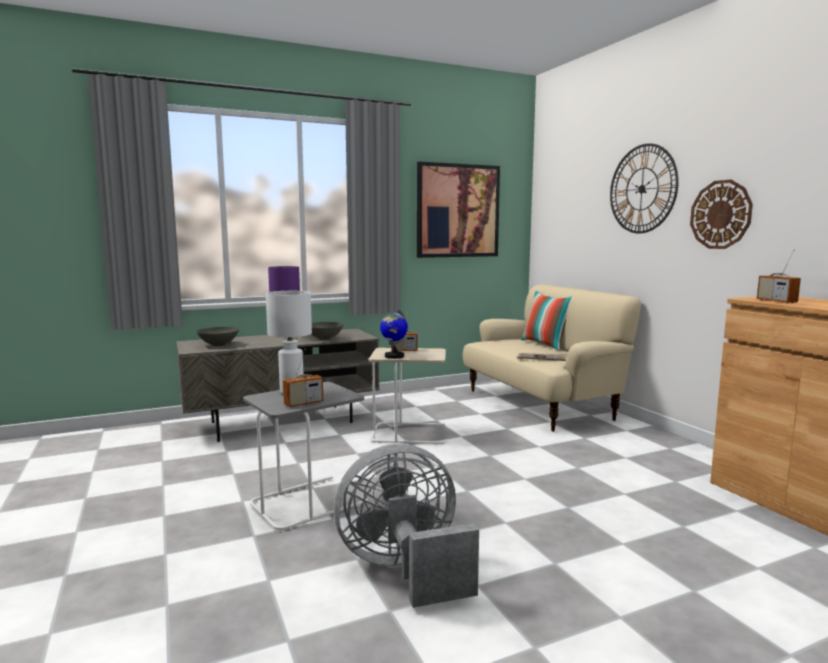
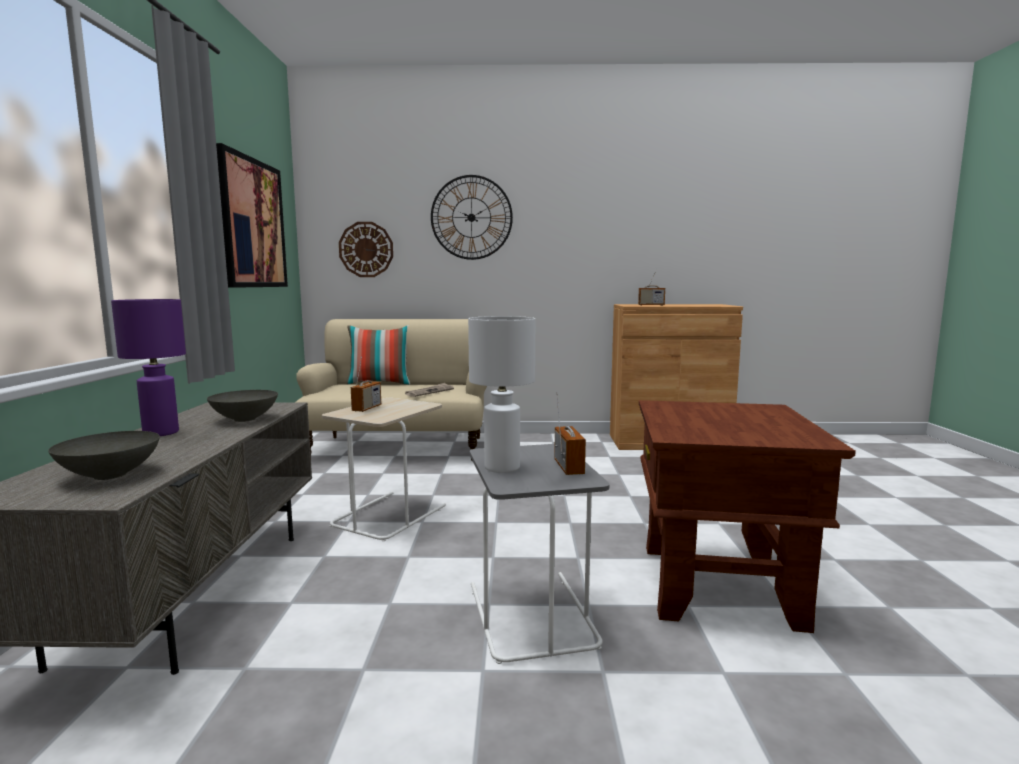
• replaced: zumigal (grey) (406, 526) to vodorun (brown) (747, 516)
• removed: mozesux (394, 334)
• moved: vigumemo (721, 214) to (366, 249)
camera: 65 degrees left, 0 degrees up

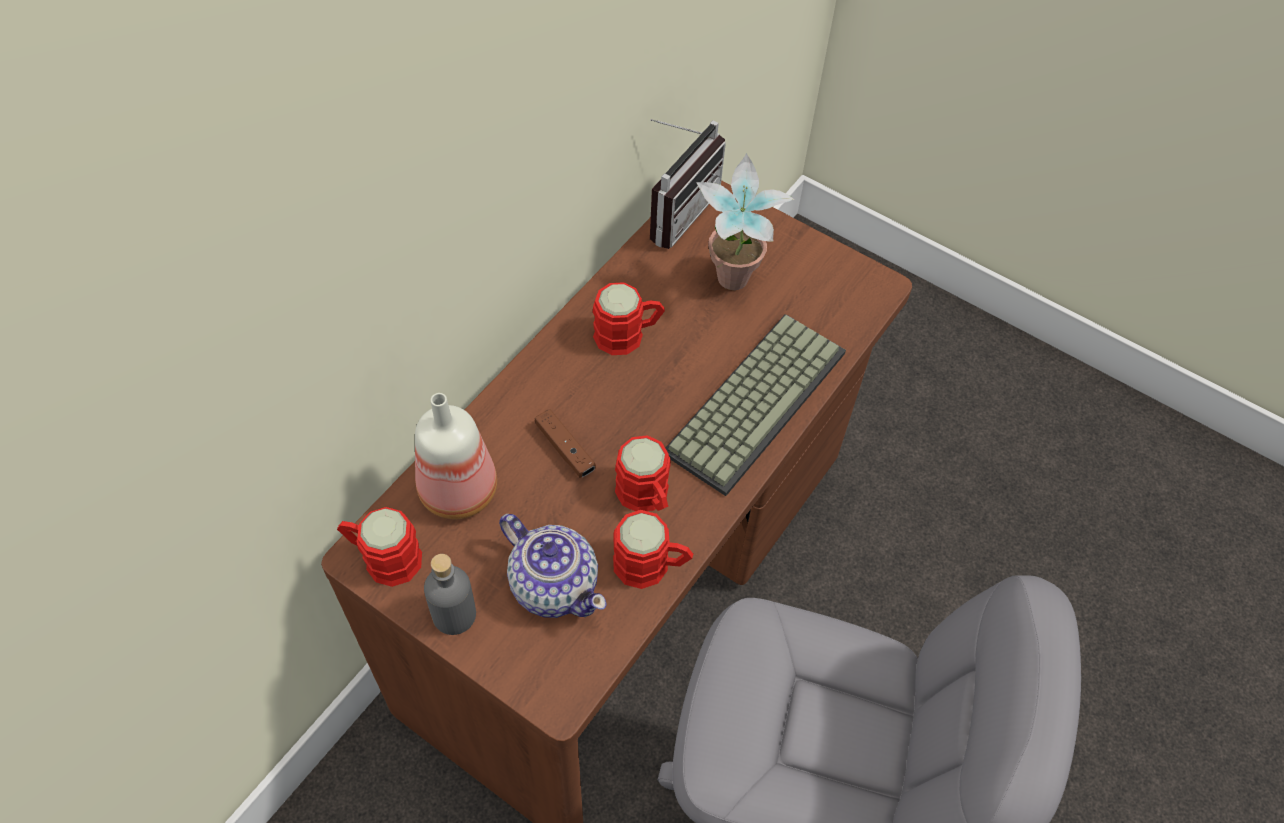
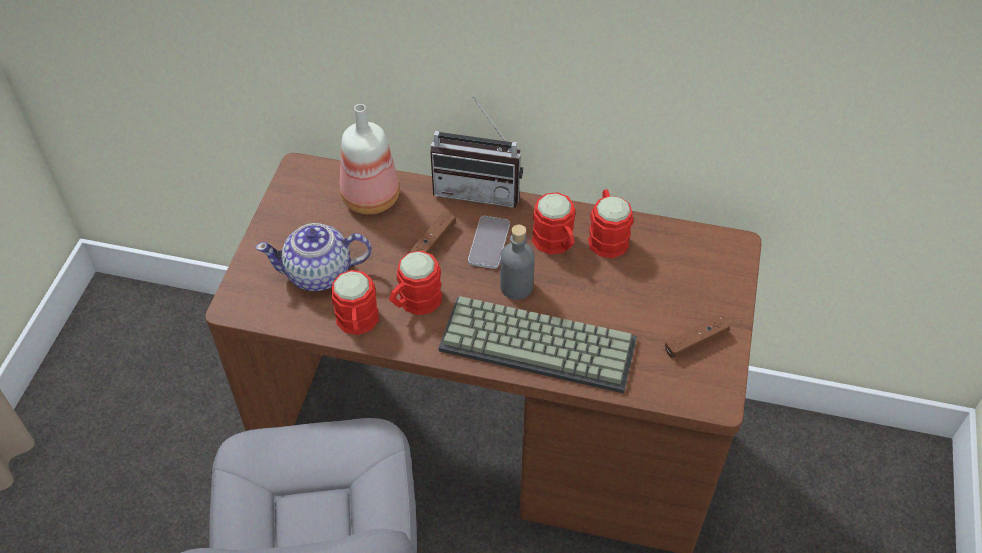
• moved: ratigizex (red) (379, 547) to (610, 223)
• moved: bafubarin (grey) (450, 594) to (517, 262)
• turned: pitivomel (553, 566) = (313, 257) 60 degrees clockwise
• moved: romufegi (688, 184) to (476, 152)
• removed: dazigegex (745, 221)
• added: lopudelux (489, 242)
• added: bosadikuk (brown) (697, 337)
camera: 70 degrees right, 5 degrees down

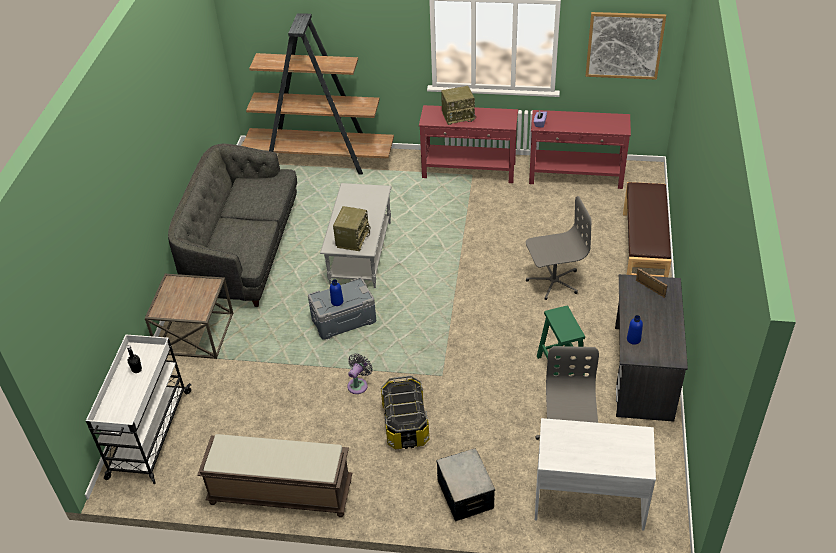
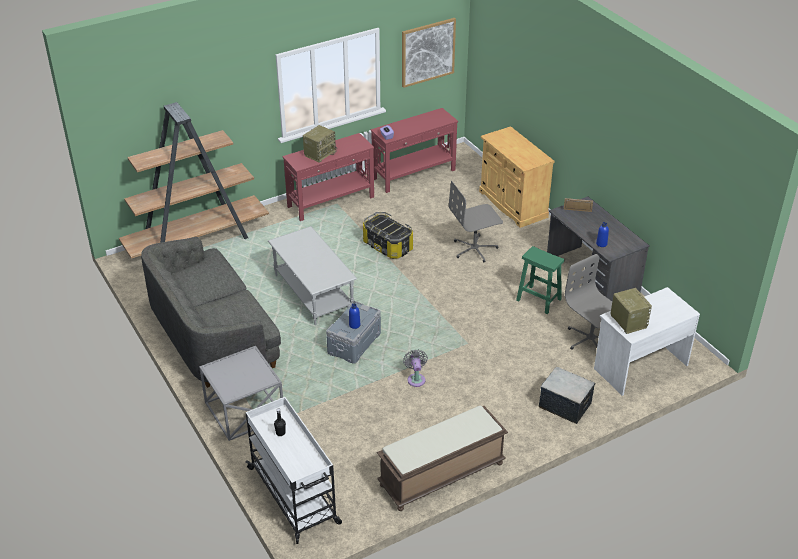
• recoloured: vodorun (brown) (189, 316) to vodorun (grey) (241, 393)
• moved: romufegi (351, 228) to (631, 311)
• moved: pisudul (405, 412) to (388, 235)
• turned: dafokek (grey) (559, 248) = (476, 221) 150 degrees counterclockwise
• replaced: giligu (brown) (647, 229) to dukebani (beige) (517, 177)
camera: 40 degrees left, 5 degrees down

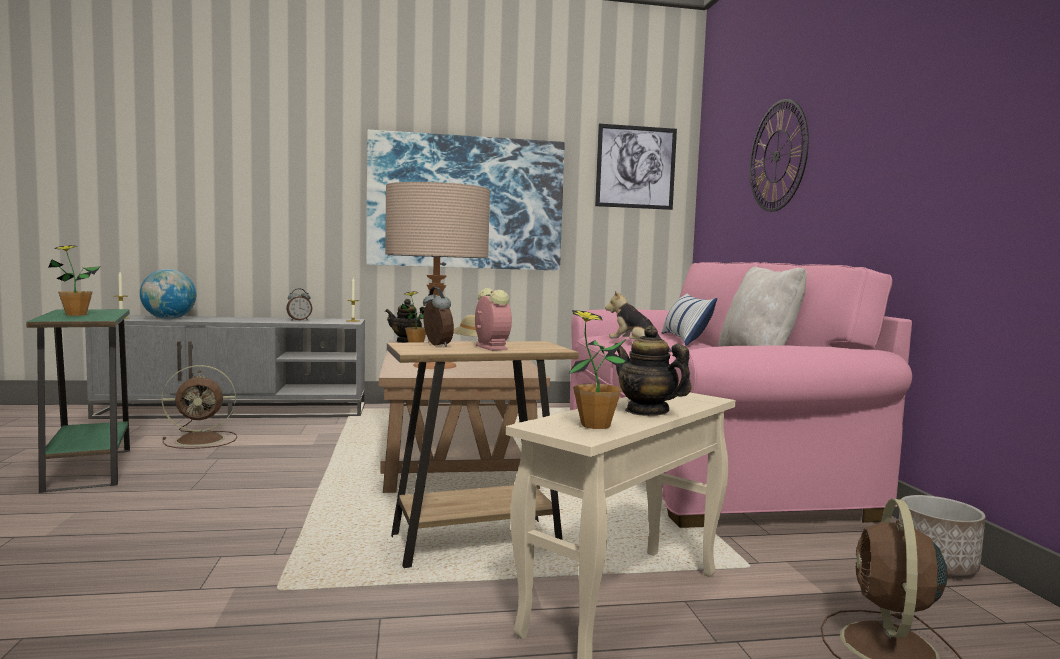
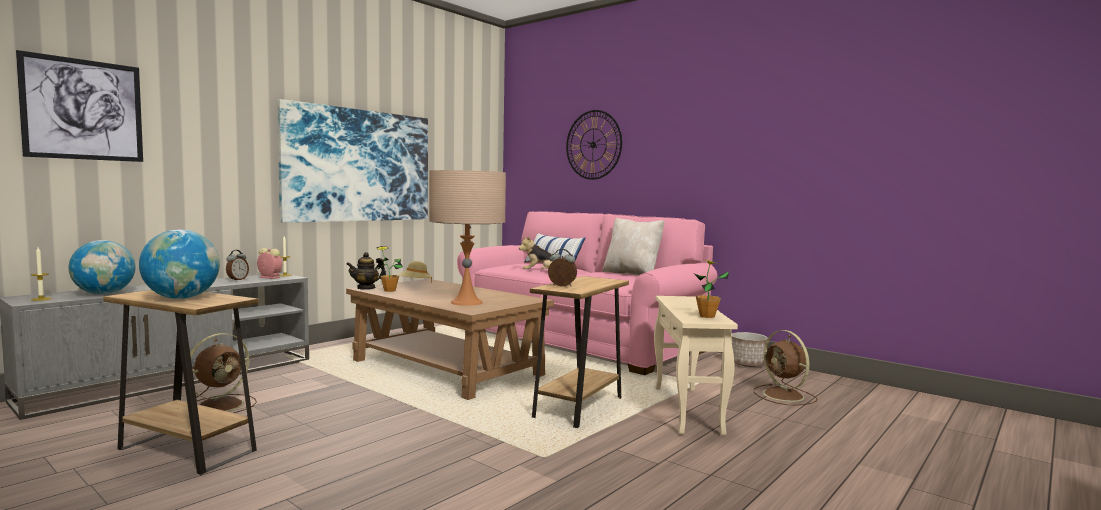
• recoloured: vodorun (green) (78, 401) to vodorun (brown) (181, 382)
• replaced: dazigegex (74, 280) to mozesux (179, 264)
• moved: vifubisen (493, 319) to (269, 263)
• moved: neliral (636, 167) to (79, 106)
• removed: pitivomel (653, 371)
camera: 40 degrees left, 0 degrees up

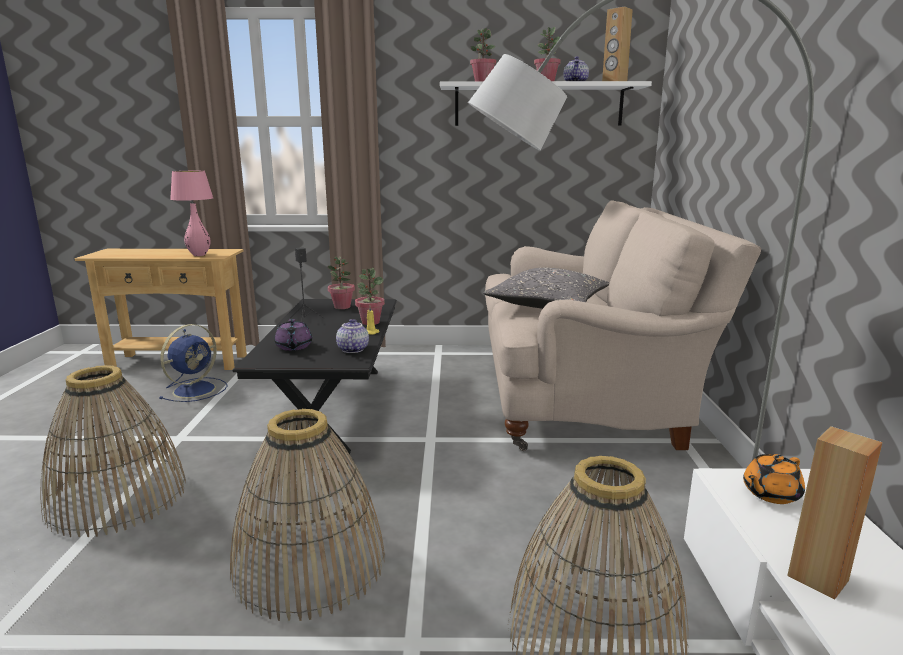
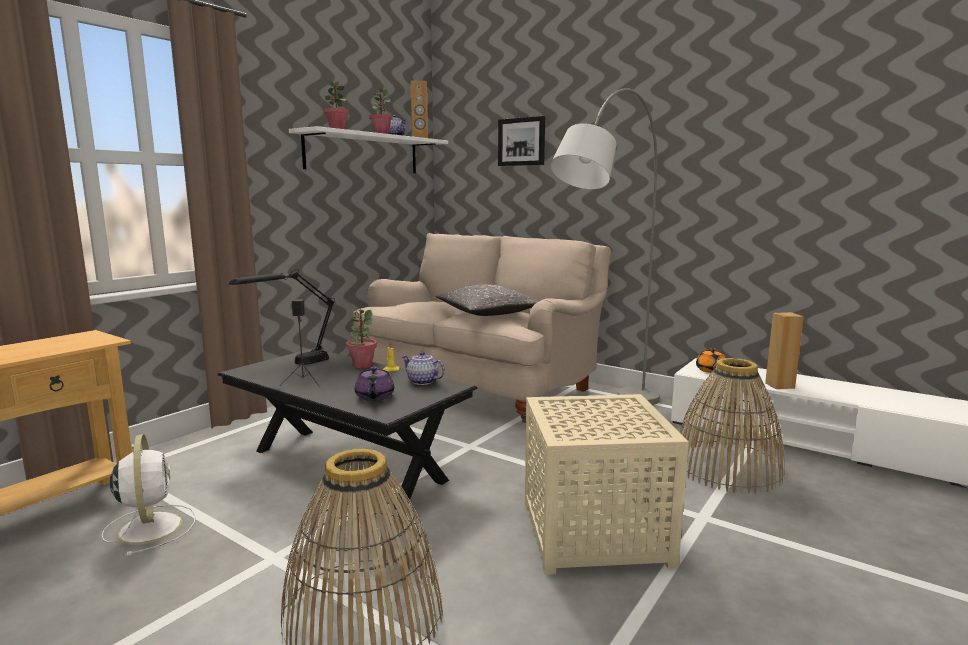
• recoloured: zumigal (blue) (193, 363) to zumigal (white) (148, 495)
• removed: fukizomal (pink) (191, 213)
• replaced: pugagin (307, 515) to vodorun (beige) (607, 484)
• turned: pitivomel (purple) (293, 335) = (374, 384) 60 degrees clockwise
• replaced: dazigegex (341, 282) to fukizomal (black) (282, 317)
• added: neliral (521, 141)
camera: 55 degrees left, 5 degrees down

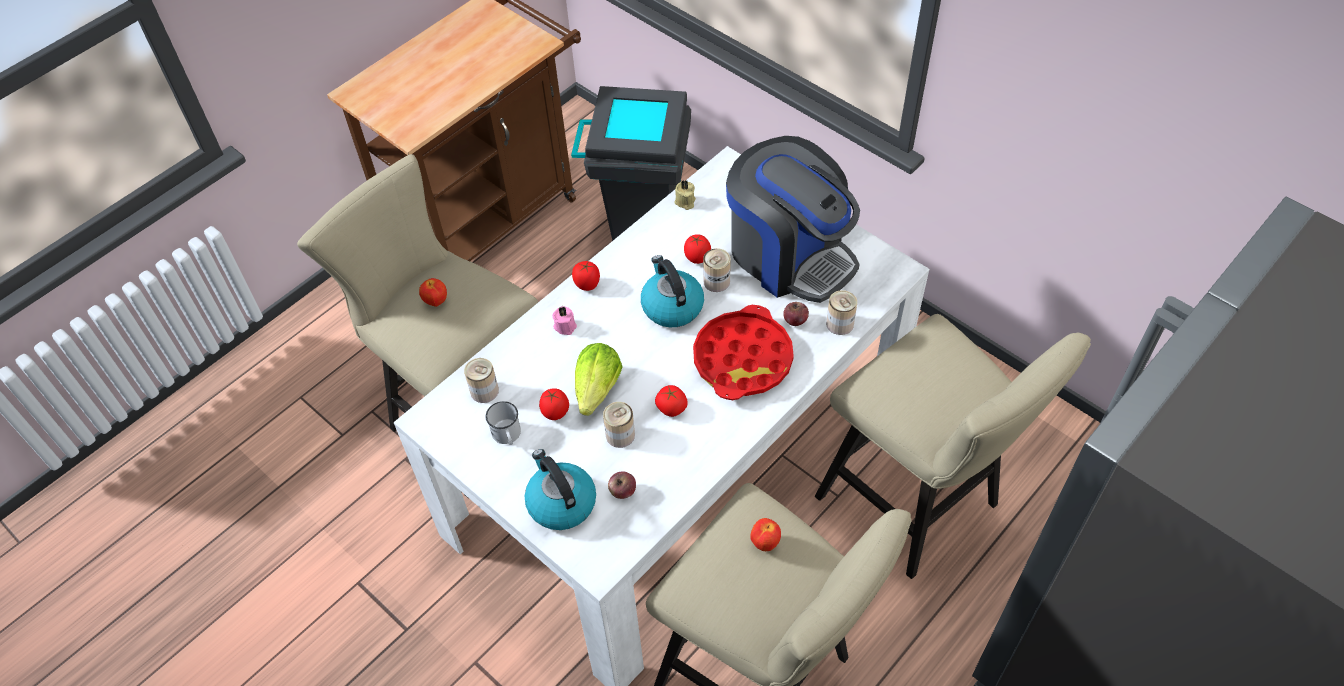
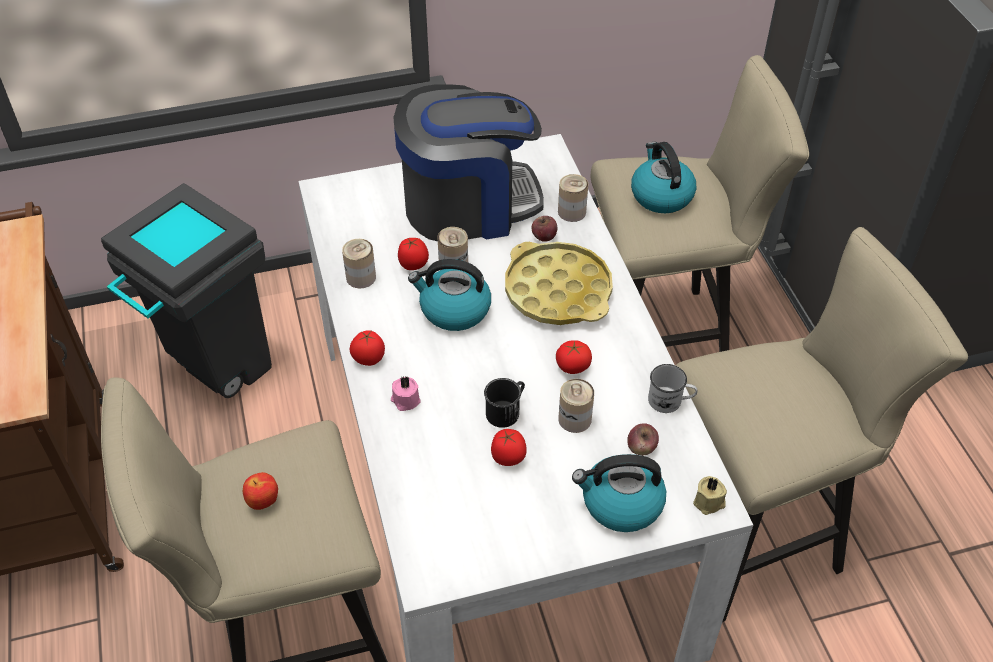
• moved: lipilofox (481, 380) to (359, 263)
• moved: ratigizex (white) (503, 423) to (673, 388)
• replaced: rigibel (599, 379) to ratigizex (black) (504, 403)
• moved: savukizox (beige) (685, 195) to (710, 495)
• recoloured: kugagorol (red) (743, 352) to kugagorol (yellow) (559, 283)
• removed: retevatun (765, 534)
• added: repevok (663, 177)
camera: 60 degrees left, 5 degrees down

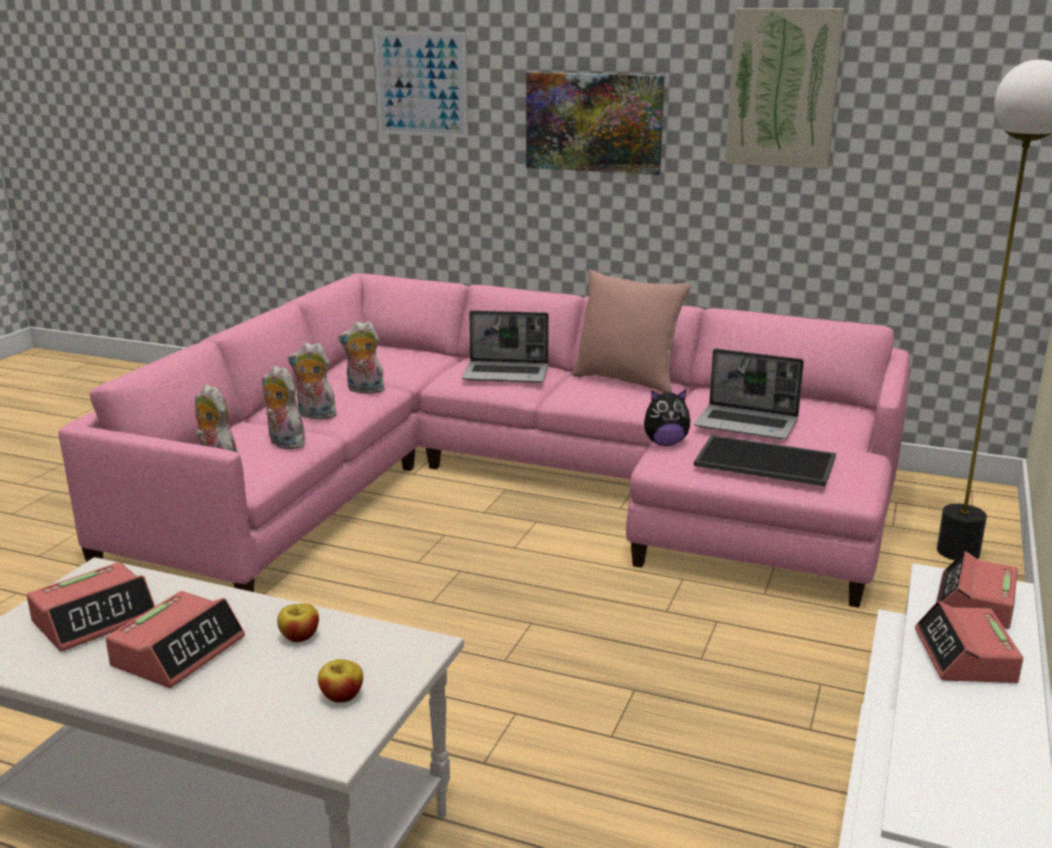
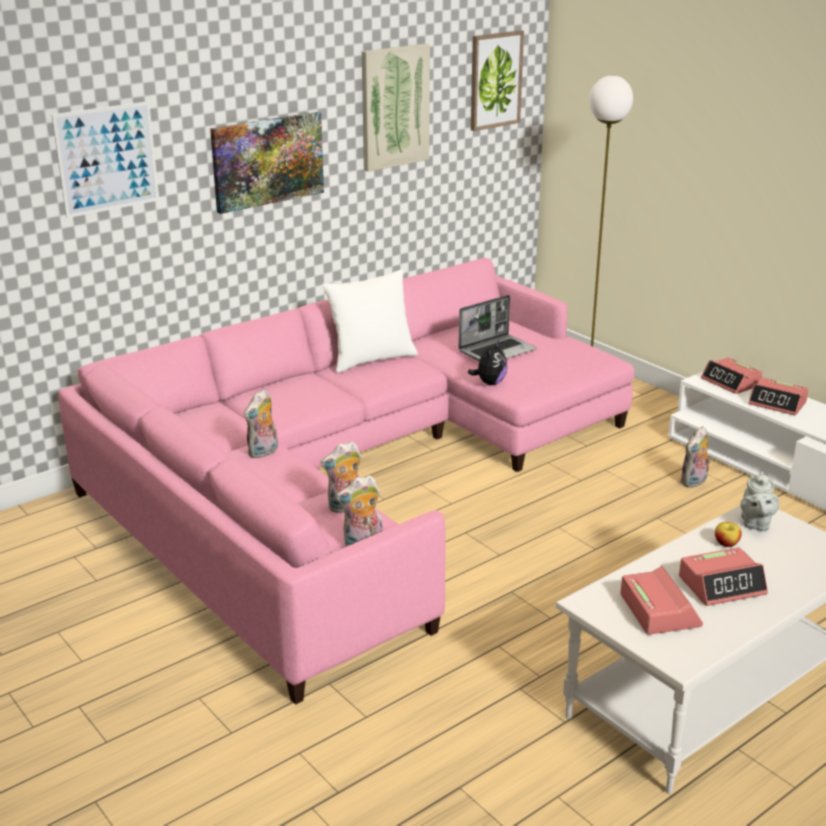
• turned: vifubisen (175, 639) = (723, 576) 105 degrees clockwise
• moved: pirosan (312, 381) to (695, 457)
• removed: retevatun (340, 681)
• removed: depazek (505, 346)
• recoloured: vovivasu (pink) (631, 331) to vovivasu (white) (370, 321)
• removed: kugagorol (765, 460)
• added: neliral (497, 80)
• added: pitivomel (grey) (760, 501)
camera: 60 degrees left, 5 degrees up

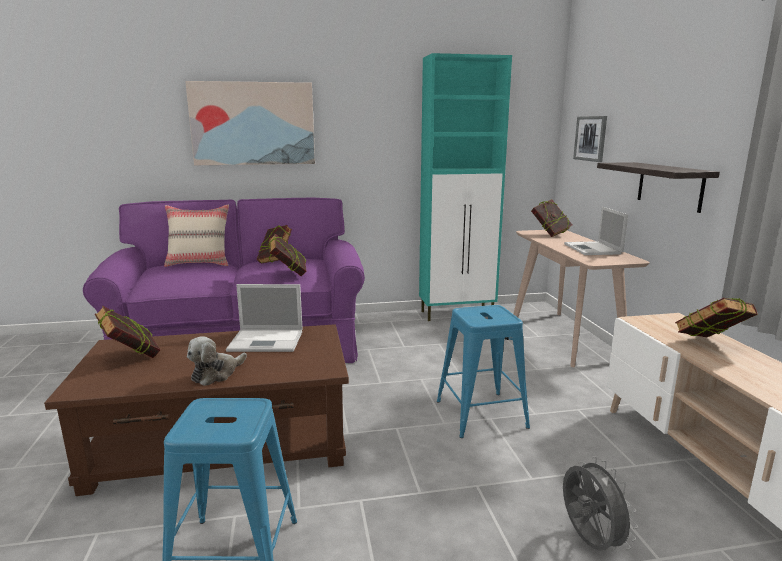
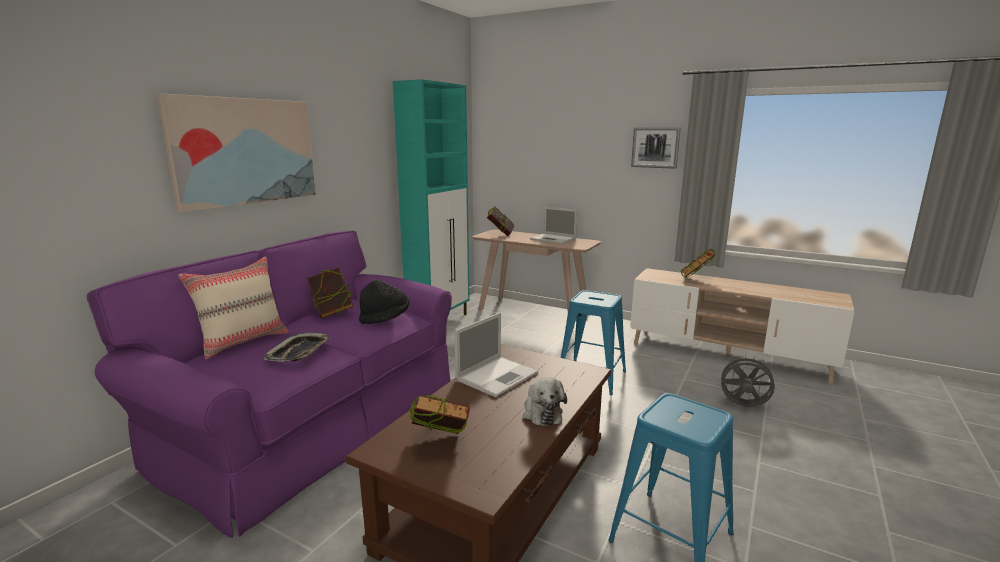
• replaced: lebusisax (288, 255) to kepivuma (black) (384, 302)
• moved: neliral (590, 139) to (656, 148)
• removed: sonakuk (658, 187)
• added: kugagorol (297, 347)
camera: 50 degrees left, 0 degrees up

